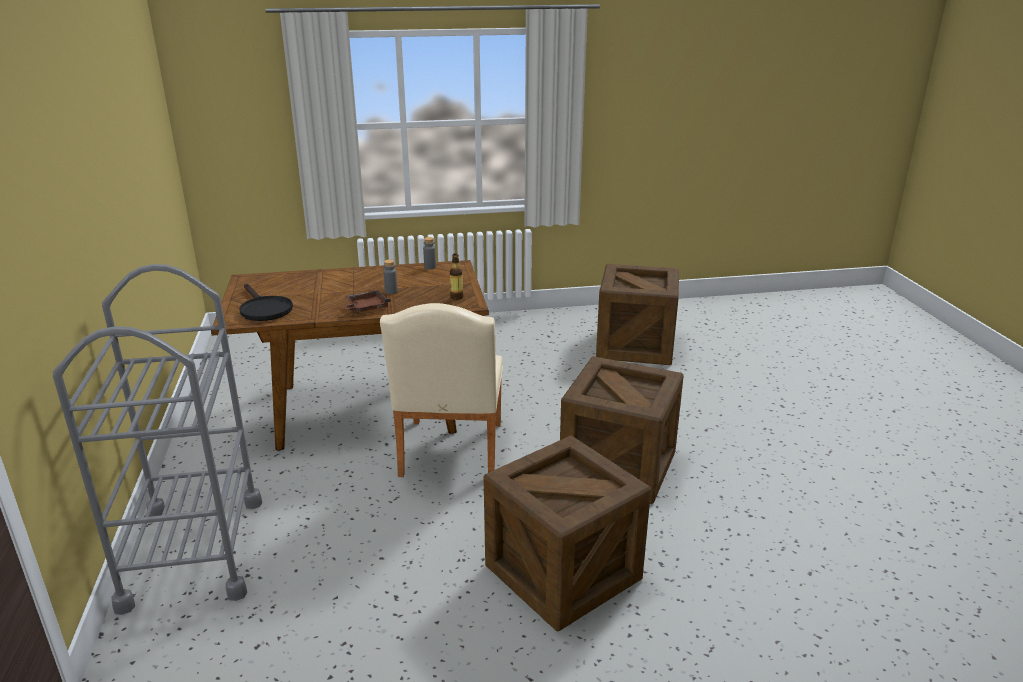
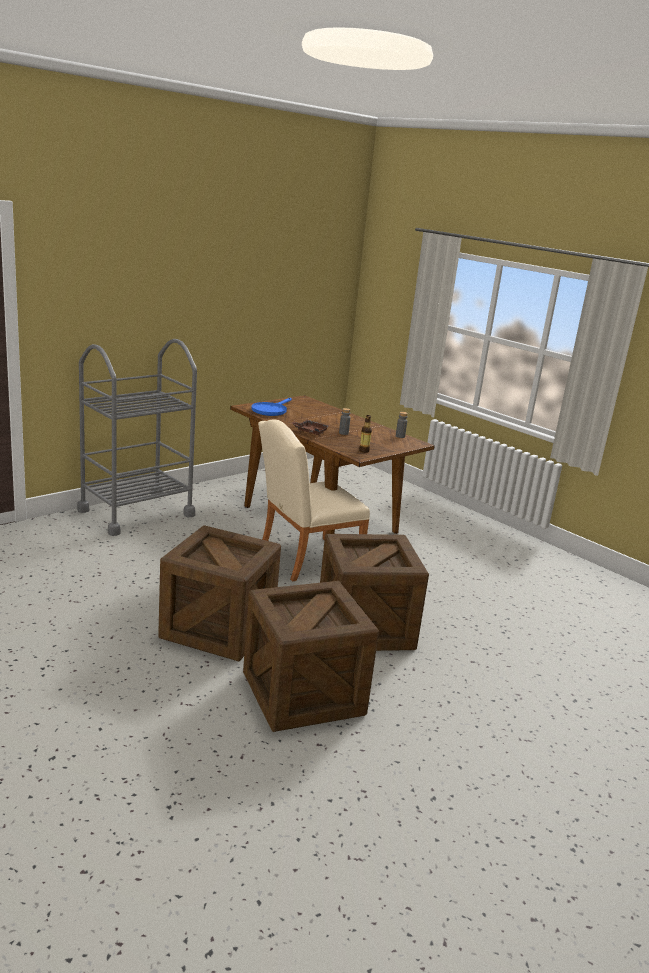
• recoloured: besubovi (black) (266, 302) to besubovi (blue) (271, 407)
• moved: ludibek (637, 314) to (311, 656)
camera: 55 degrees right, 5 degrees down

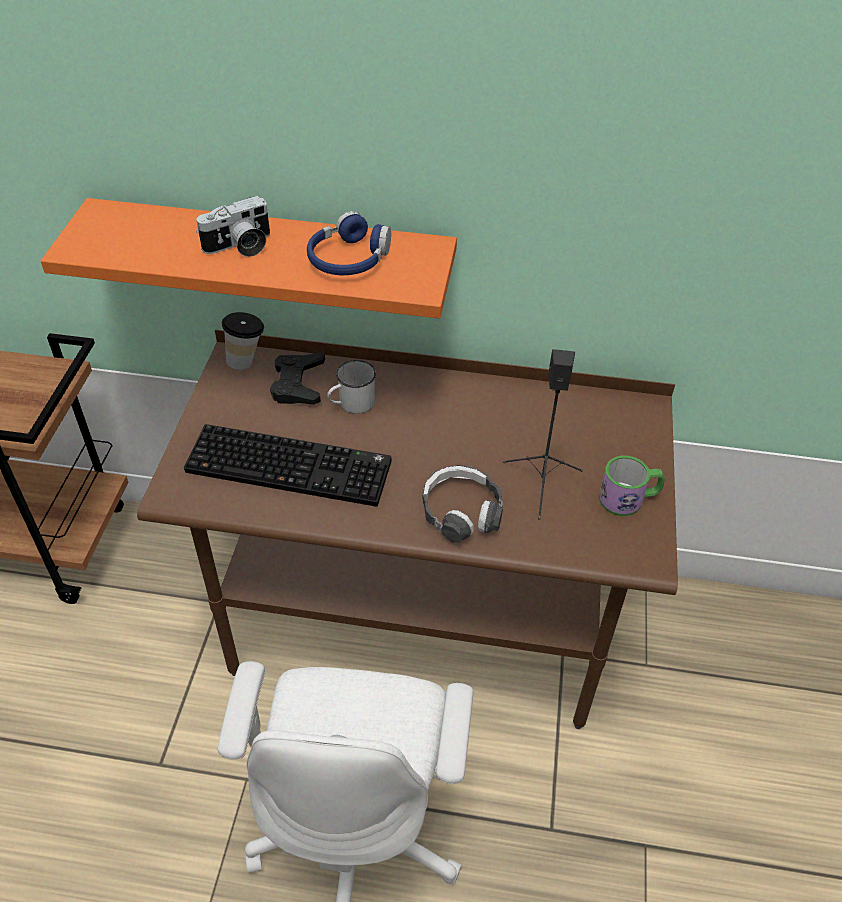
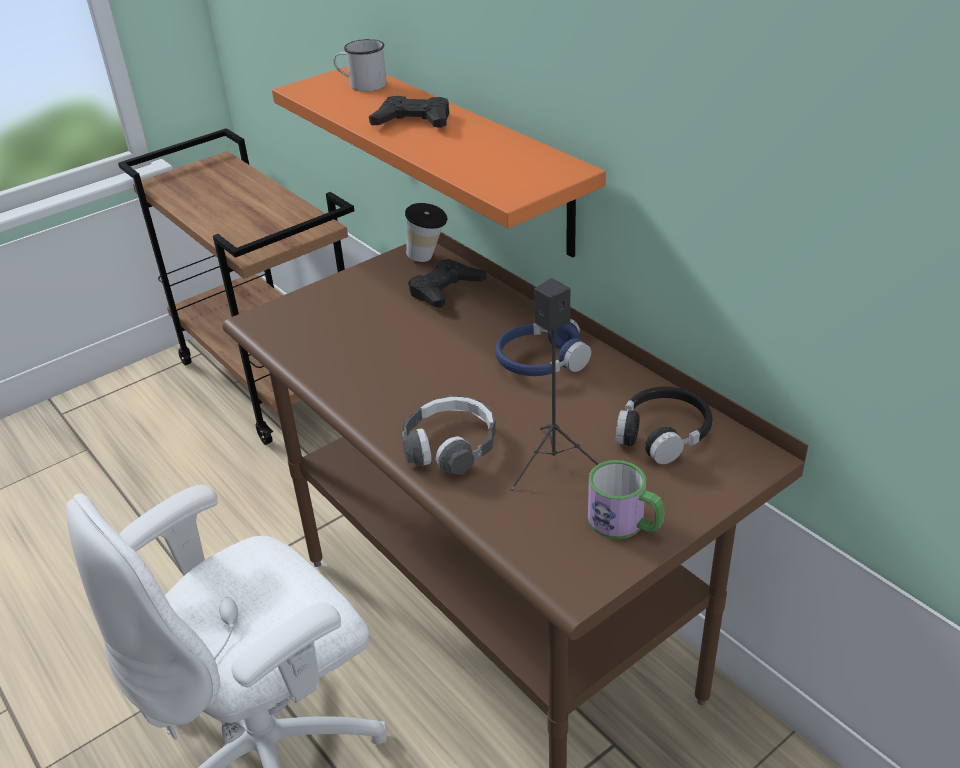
• removed: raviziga (287, 465)
• replaced: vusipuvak (233, 226) to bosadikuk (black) (409, 112)
• moved: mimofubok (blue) (349, 243) to (543, 347)
• moved: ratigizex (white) (351, 387) to (360, 65)
• added: mimofubok (black) (664, 425)
camera: 45 degrees right, 10 degrees down

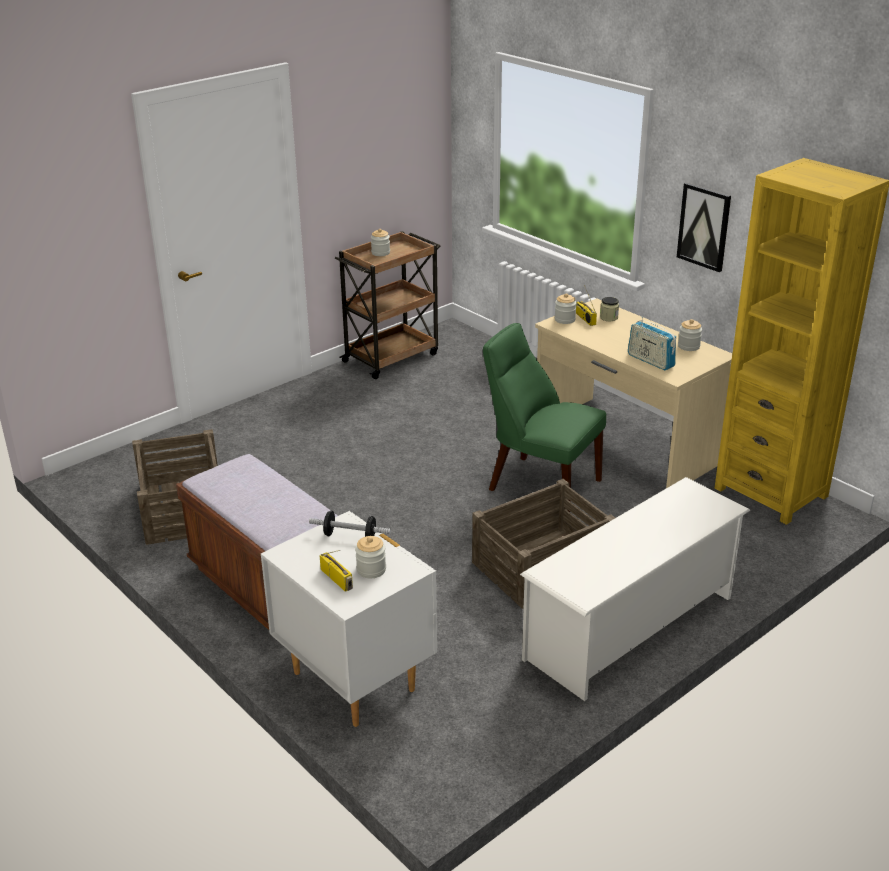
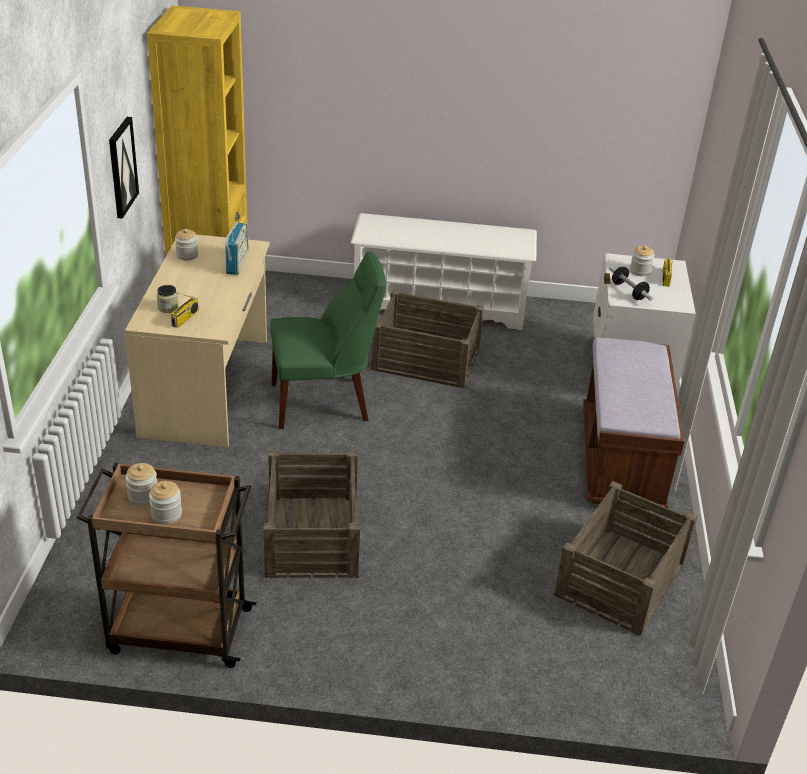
• turned: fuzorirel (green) (544, 417) = (328, 340) 90 degrees counterclockwise
• moved: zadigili (565, 308) to (141, 484)
• added: ludibek (311, 514)
camera: 135 degrees left, 5 degrees up

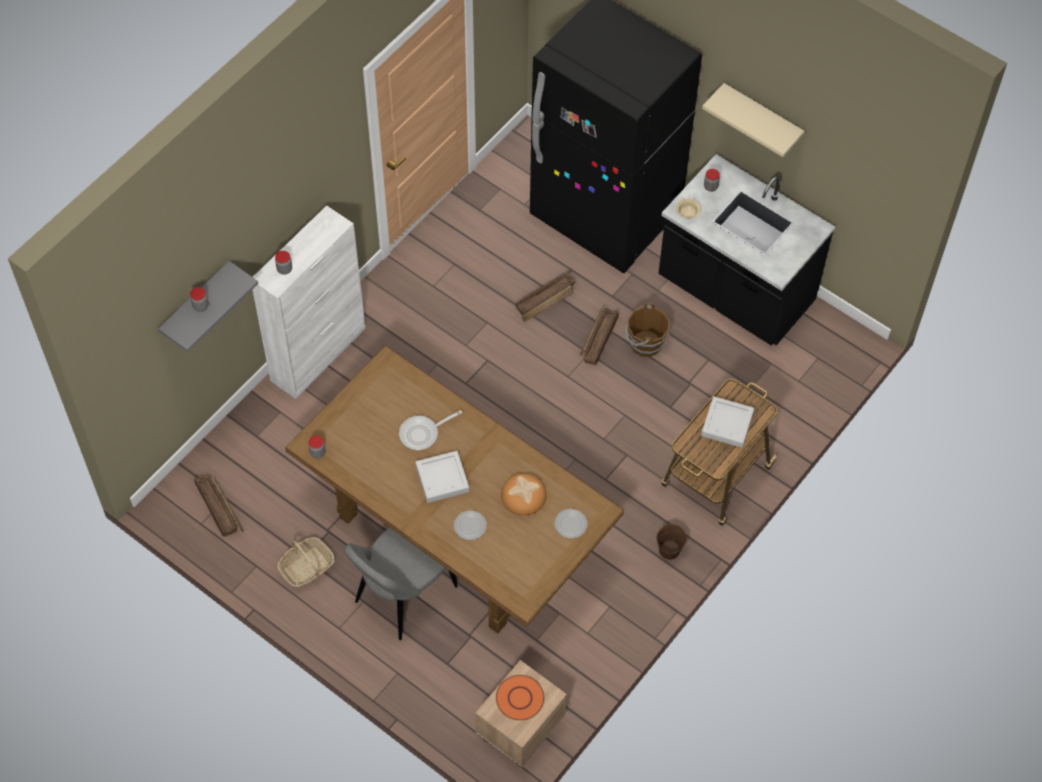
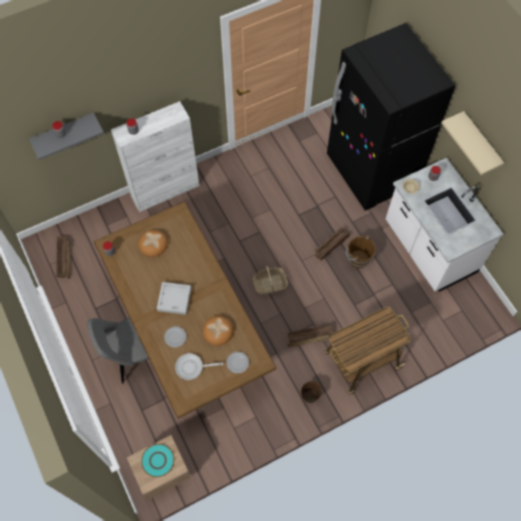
• moved: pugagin (306, 562) to (270, 280)
• moved: besubovi (430, 430) to (199, 366)
• recoloured: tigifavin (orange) (520, 698) to tigifavin (turquoise) (158, 460)
• moved: ludibek (545, 296) to (311, 335)
• recoloured: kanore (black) (747, 250) to kanore (white) (445, 225)
• removed: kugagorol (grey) (727, 422)
• added: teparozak (153, 243)
camera: 25 degrees right, 5 degrees up

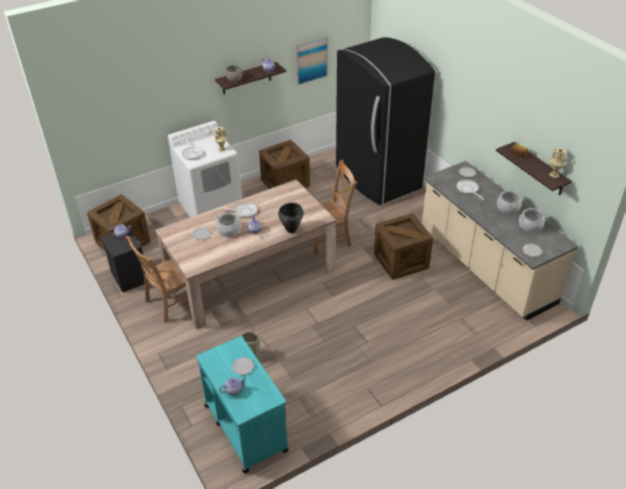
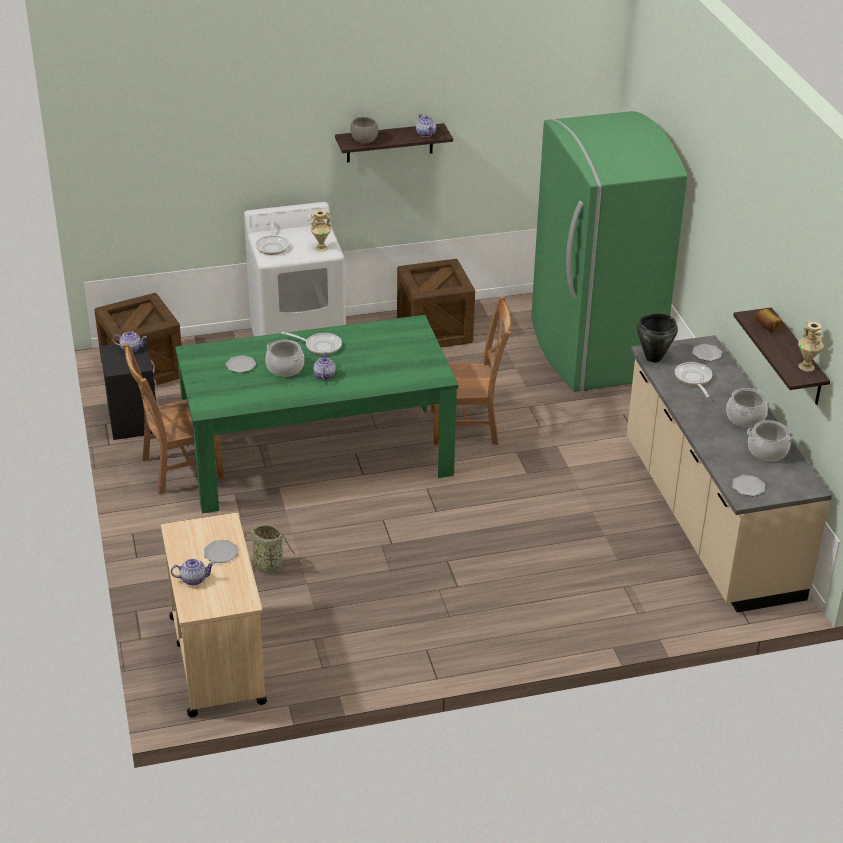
• recoloured: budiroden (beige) (245, 254) to budiroden (green) (316, 414)
• recoloured: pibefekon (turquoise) (242, 404) to pibefekon (beige) (214, 615)
• moved: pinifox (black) (290, 218) to (657, 337)
• removed: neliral (312, 61)
• recoloured: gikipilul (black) (385, 121) to gikipilul (green) (609, 251)
• removed: ludibek (403, 246)
camera: 15 degrees right, 5 degrees down

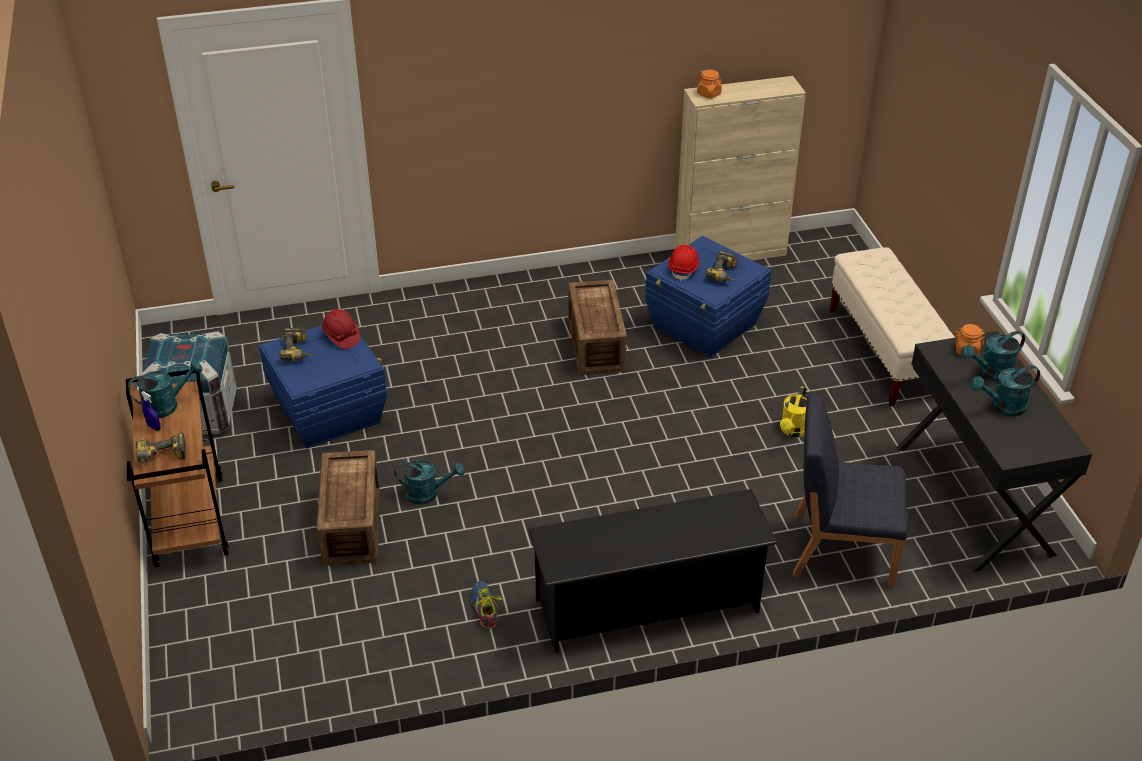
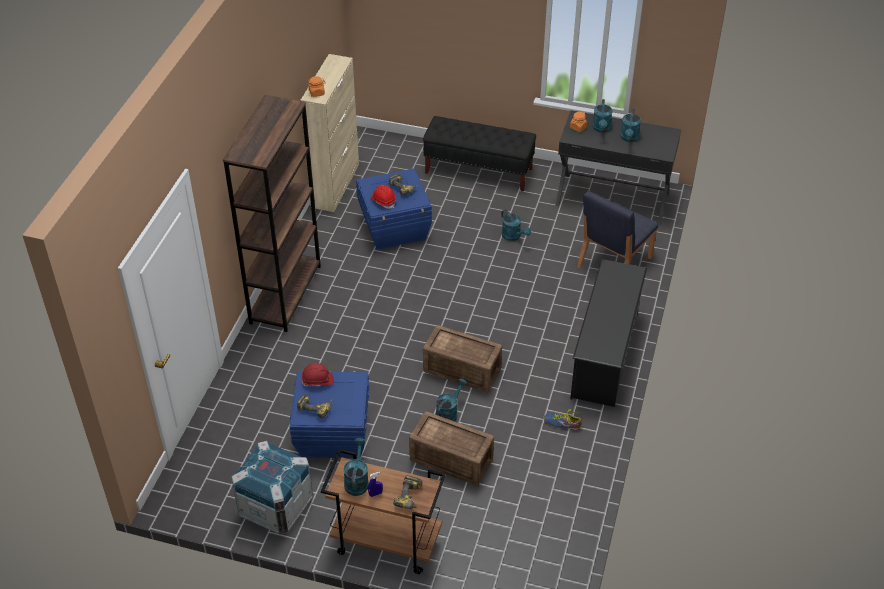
• moved: ludibek (597, 327) to (462, 358)
• recoloured: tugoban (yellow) (793, 411) to tugoban (turquoise) (516, 225)
• recoloured: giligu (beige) (892, 327) to giligu (black) (479, 154)
• added: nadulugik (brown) (272, 213)
camera: 60 degrees left, 5 degrees up

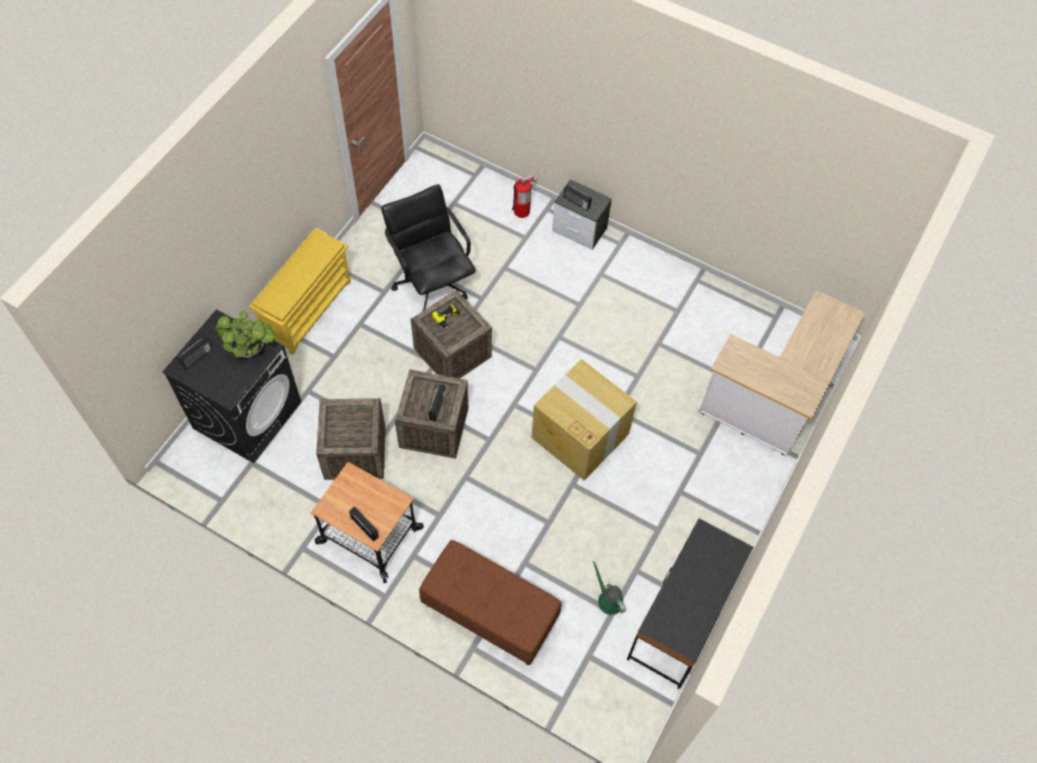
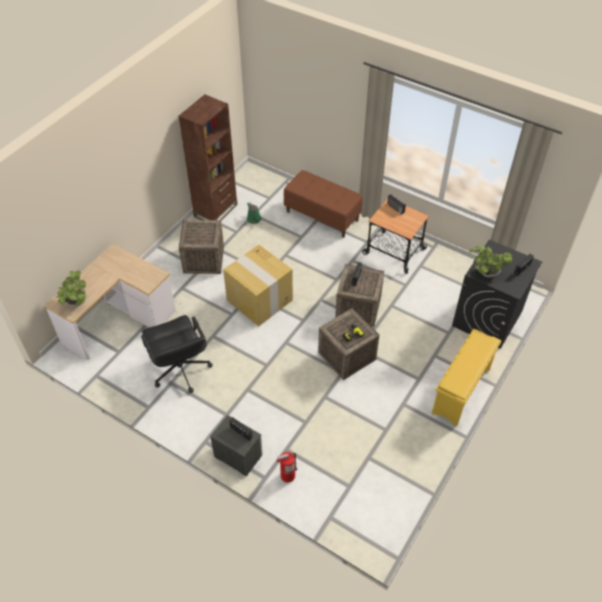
• moved: ludibek (350, 439) to (201, 247)
• moved: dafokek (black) (428, 247) to (177, 354)
• replaced: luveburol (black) (690, 603) to nadulugik (brown) (208, 158)
• added: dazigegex (70, 288)
camera: 175 degrees left, 10 degrees down

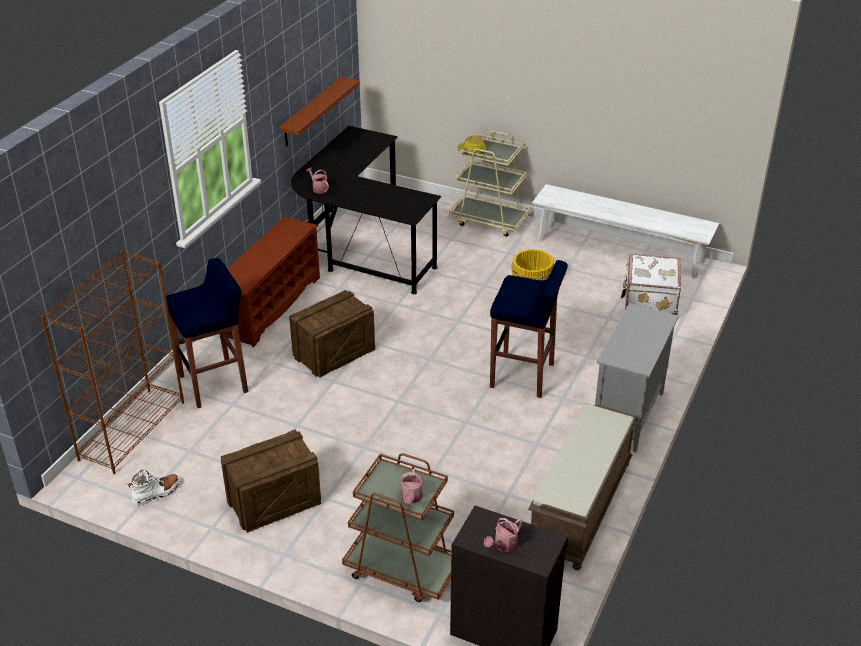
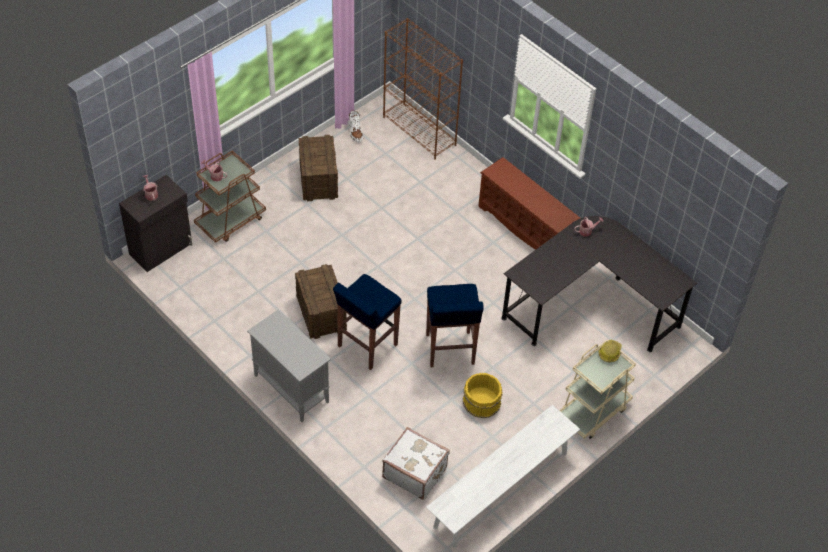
• moved: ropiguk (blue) (207, 333) to (455, 325)
• removed: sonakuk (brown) (319, 112)
• moved: ludibek (332, 334) to (321, 301)
• removed: giligu (brown) (583, 486)
camera: 110 degrees right, 15 degrees up

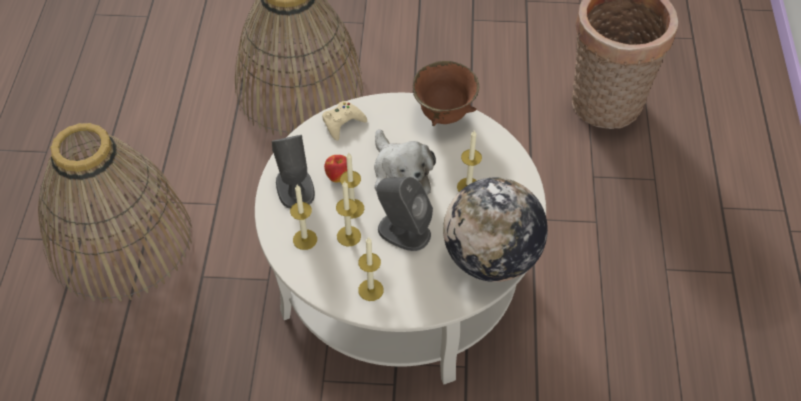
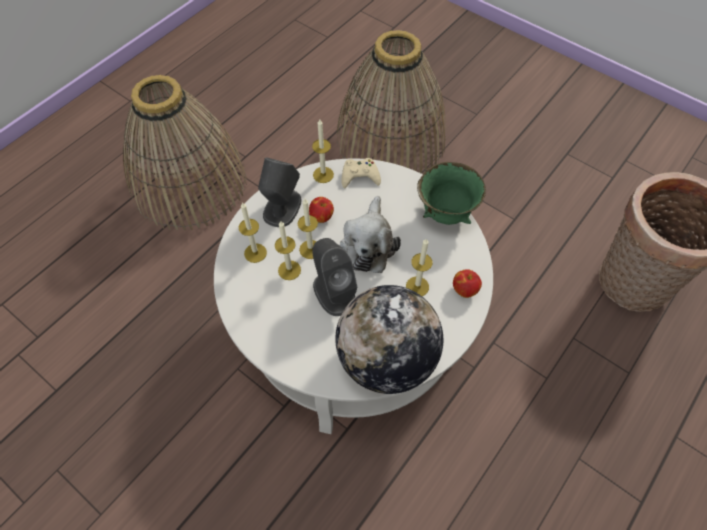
• moved: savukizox (371, 269) to (323, 151)
• recoloured: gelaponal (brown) (446, 93) to gelaponal (green) (451, 193)
• added: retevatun (467, 283)
camera: 35 degrees right, 5 degrees up

